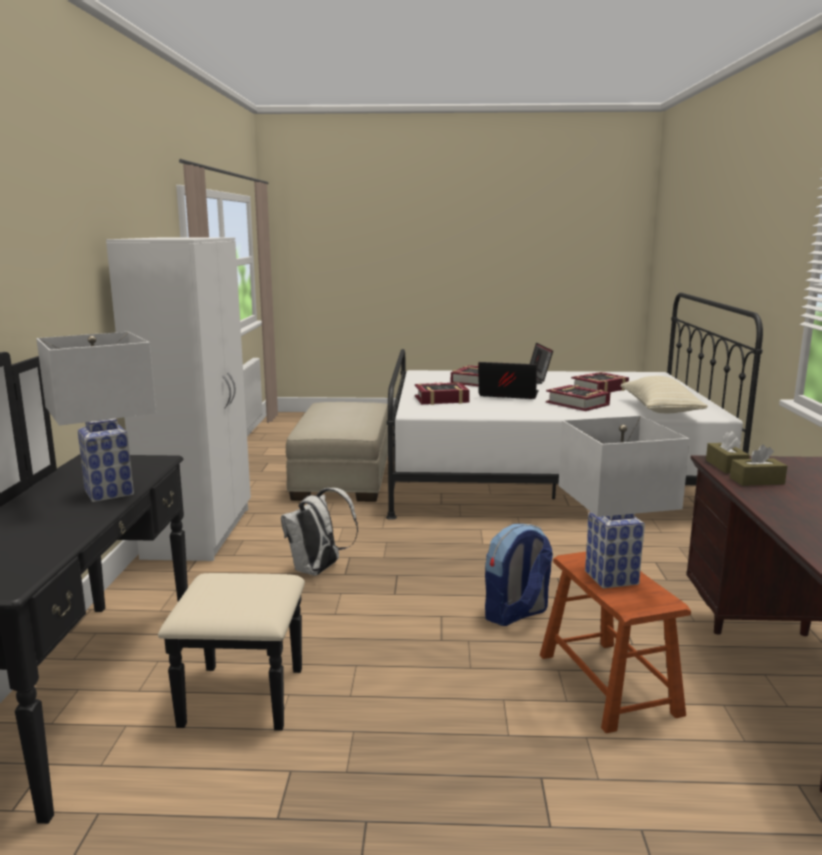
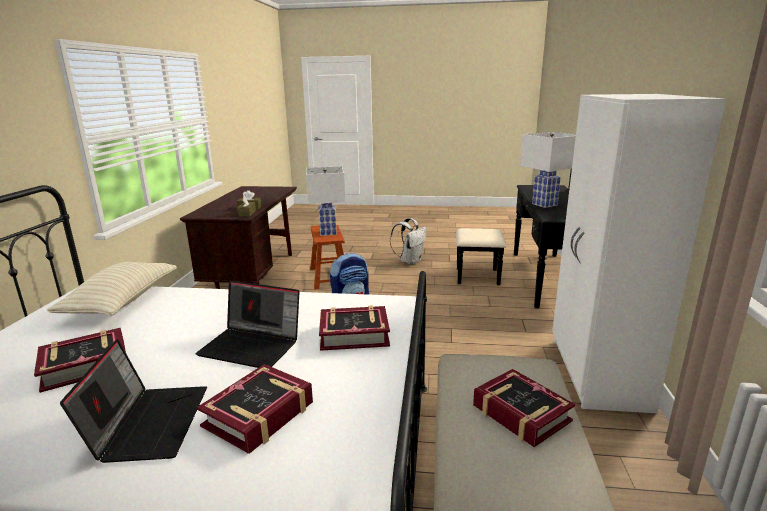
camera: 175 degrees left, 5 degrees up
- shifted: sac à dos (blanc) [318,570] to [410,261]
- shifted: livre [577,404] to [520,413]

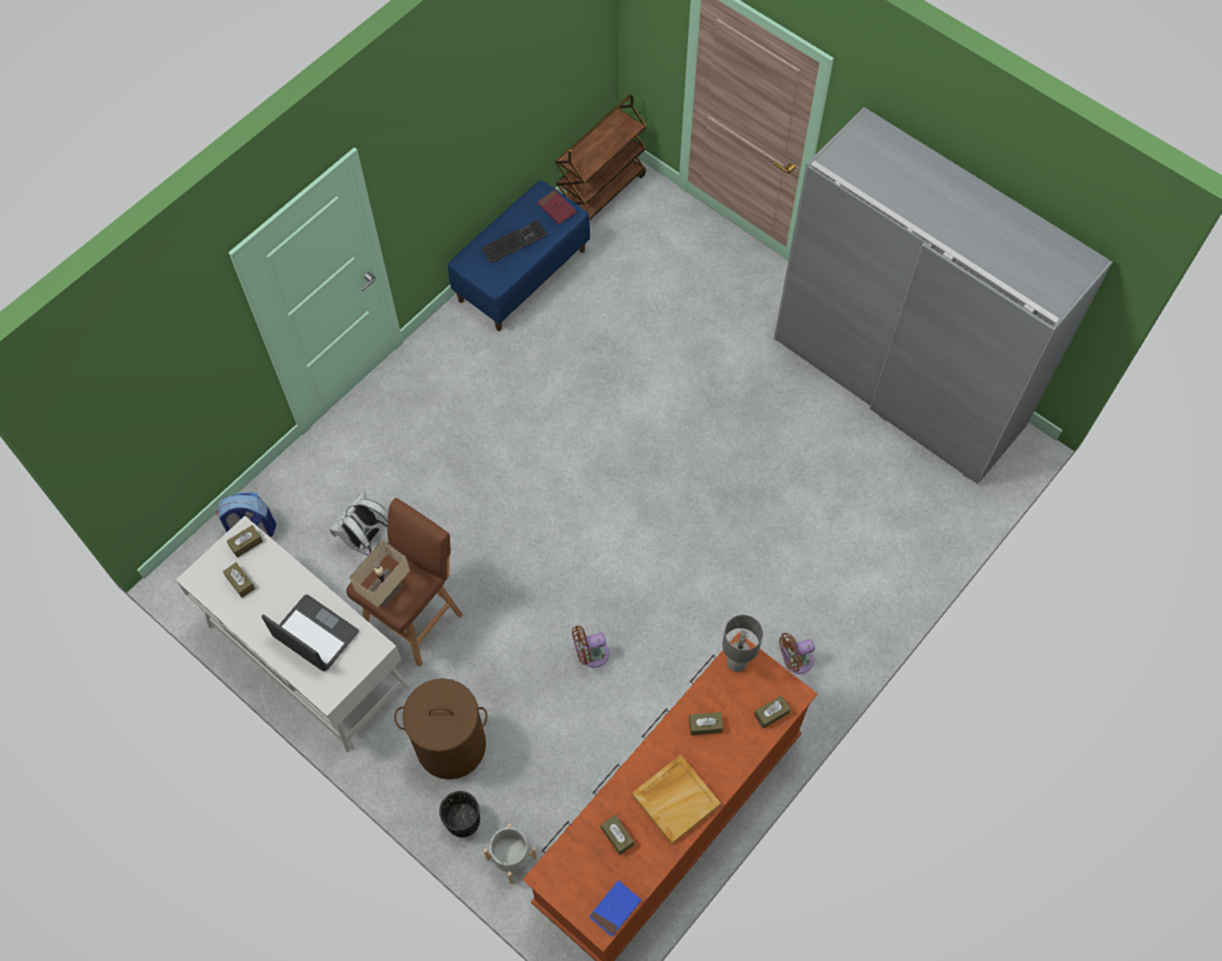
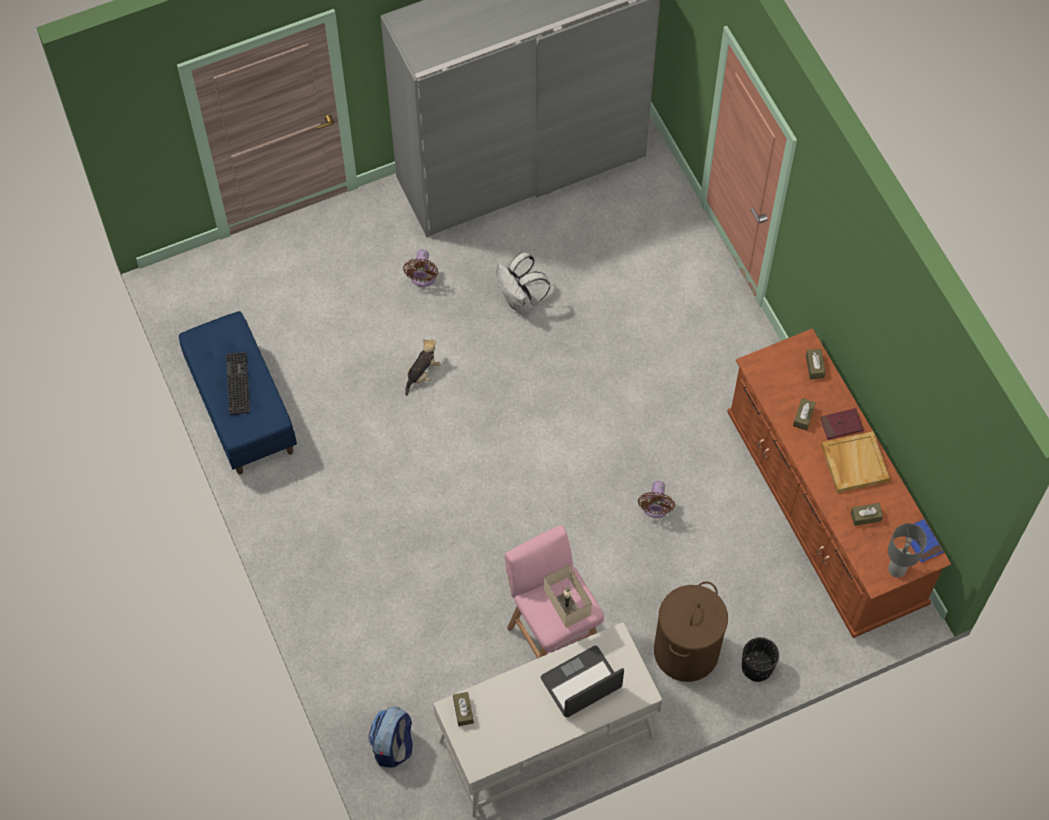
camera: 65 degrees left, 0 degrees up
- gone: boîte à mouchoirs (marron) [240,582]
- shifted: sac à dos (blanc) [365,538] to [520,301]
- repainted: tabouret (marron) [415,617] to tabouret (rose) [552,635]
- gone: cache-pot (gris) [511,858]
- shifted: livre (rouge) [556,208] to [841,425]
- gone: chariot (marron) [601,192]
- shifted: lampe de table (gris) [737,662] to [896,569]
- shifted: ventilateur (marron) [795,661] to [422,278]
- new: peluche [422,374]

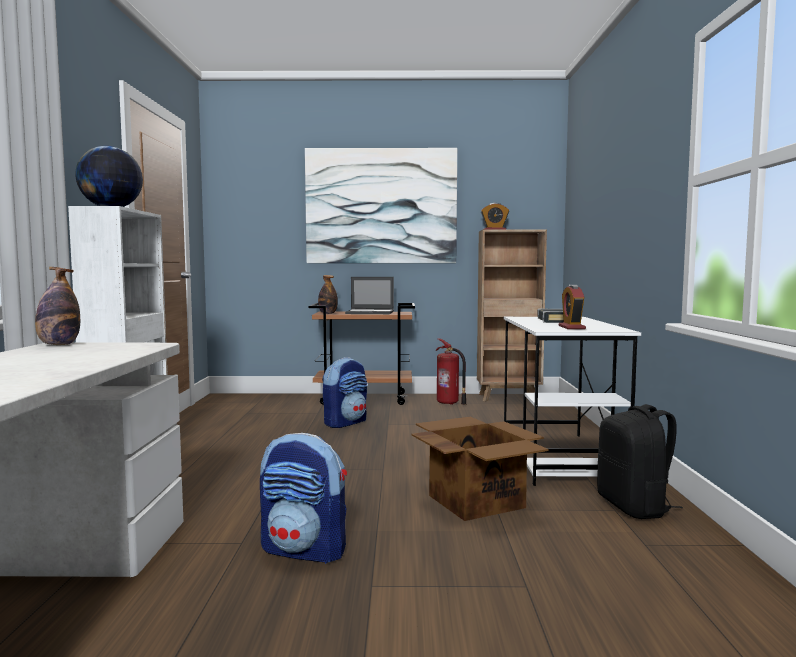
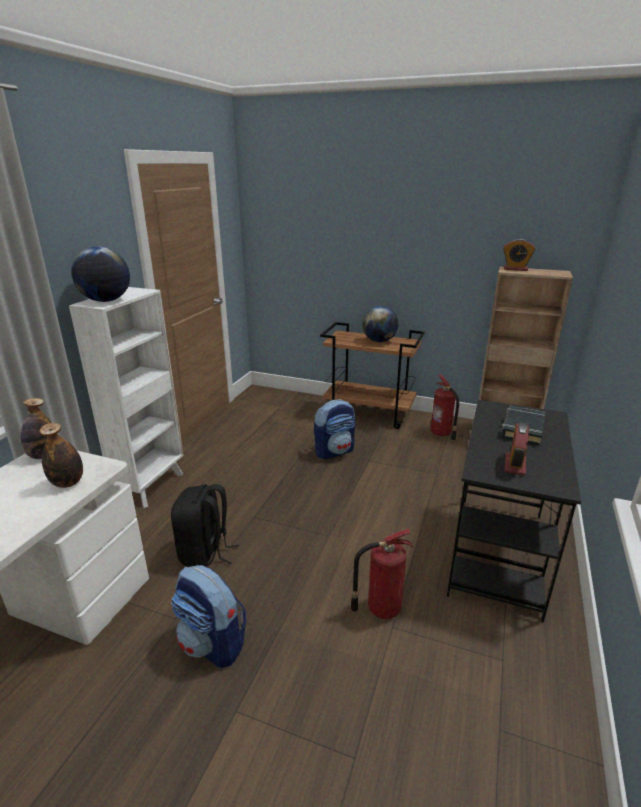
camera: 20 degrees right, 20 degrees up
- gone: tableau [381,206]
- shifted: bouteille [328,313] to [68,483]
- swapped: ordinateur portable [370,312] to globe [379,341]
- swapped: carton [476,501] to extincteur [381,608]
- repainted: bureau (blanc) [559,457] to bureau (noir) [498,553]
- shifted: sac à dos (noir) [635,507] to [205,553]

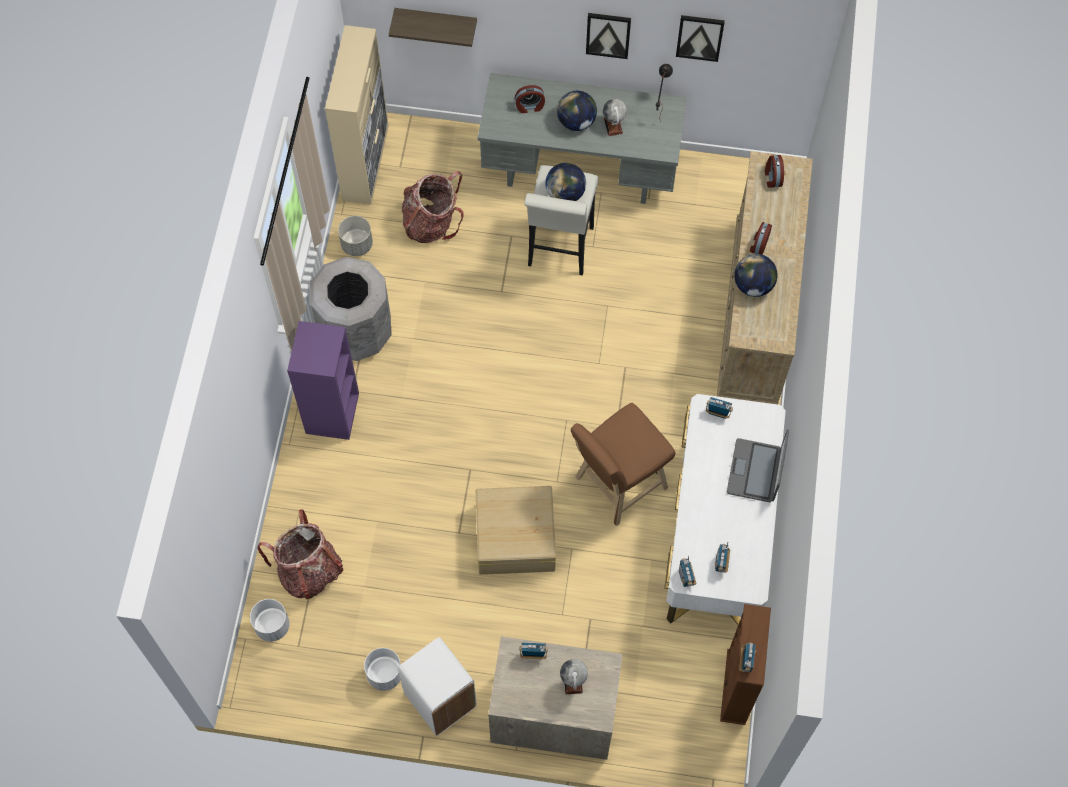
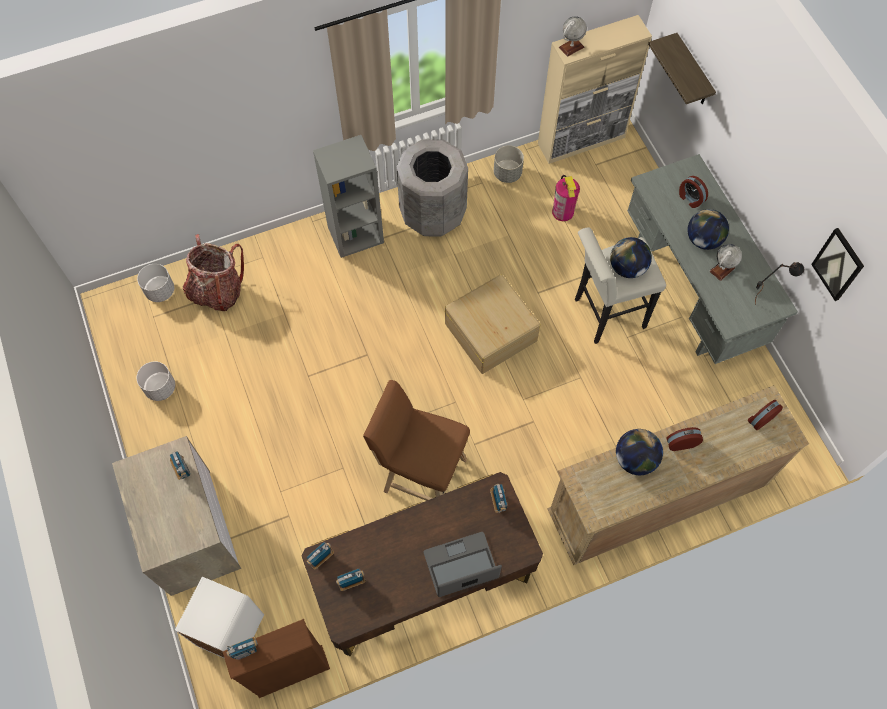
camera: 60 degrees right, 0 degrees up
- repainted: bibliothèque (violet) [332,412] to bibliothèque (gris) [356,234]
- shifted: poubelle (blanc) [440,701] to [230,631]
- swapped: sac à dos [431,223] to extincteur [563,212]
- shifted: boîte de rangement (beige) [514,537] to [490,331]
- shifted: globe [573,681] to [571,47]
- gone: tableau [608,34]
- repainted: bureau (blanc) [717,535] to bureau (marron) [424,580]

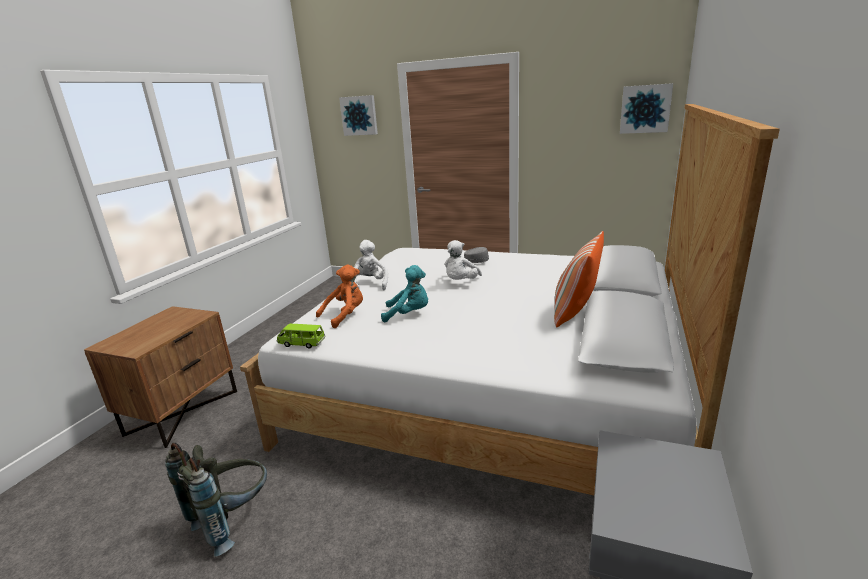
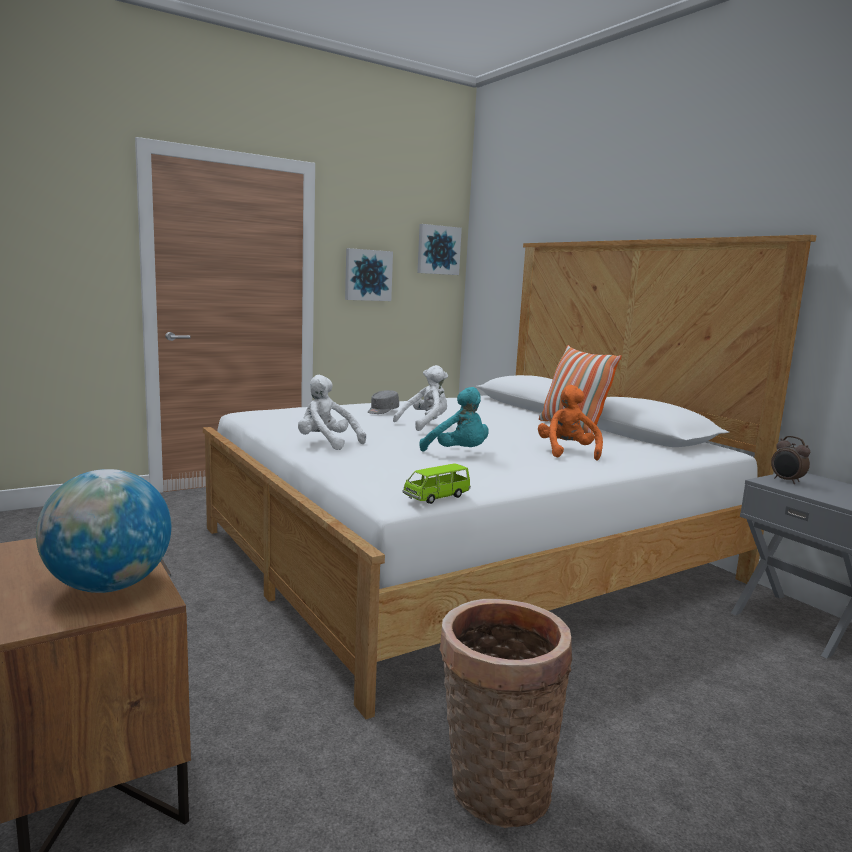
camera: 55 degrees left, 10 degrees down
- swapped: sac à dos (gris) [233,519] to panier [493,787]
- shifted: peluche (orange) [345,315] to [567,452]
- shifted: tableau [359,115] to [367,275]
- rotated: peluche (turquoise) [409,314] = [458,453] 90 degrees clockwise
- rotated: peluche (blanc) [461,282] = [425,424] 105 degrees counterclockwise
- new: globe [109,586]
- new: réveil [786,481]

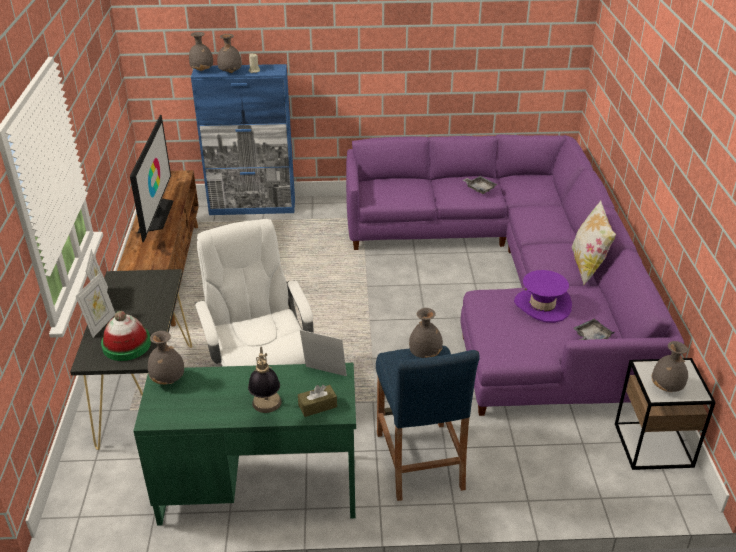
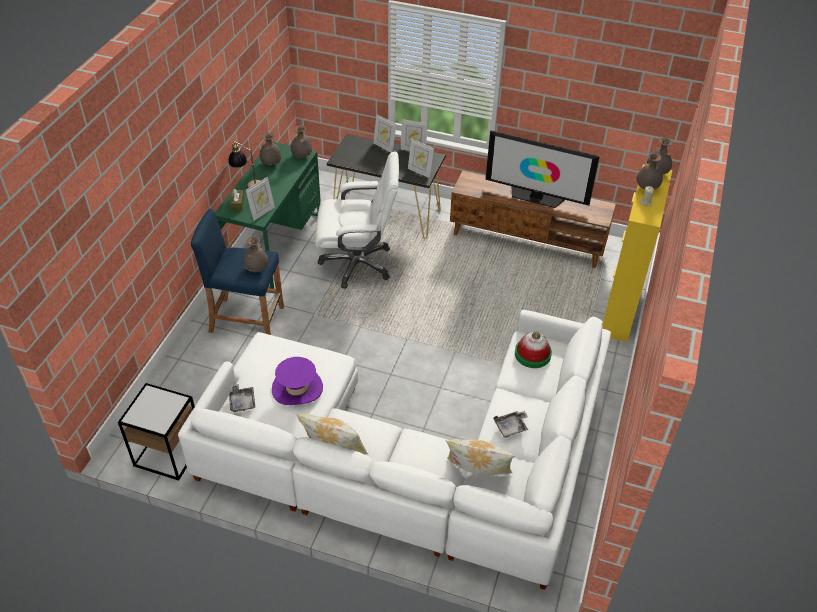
camera: 110 degrees right, 10 degrees up
- shifted: chapeau [126,345] to [532,354]
- repainted: meuble de rangement (bleu) [253,207] to meuble de rangement (jaune) [620,309]
- repainted: canapé (violet) [513,281] to canapé (blanc) [412,460]
- shifted: vase (gris) [667,387] to [270,163]
- new: cadre photo [420,172]
- new: coussin [477,474]

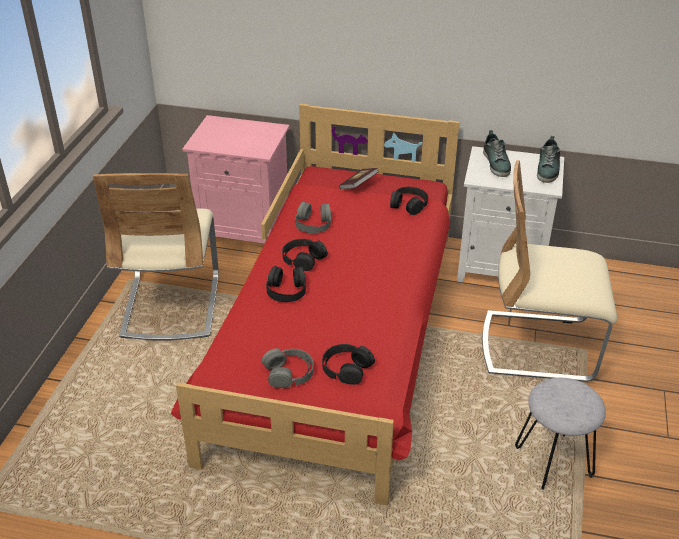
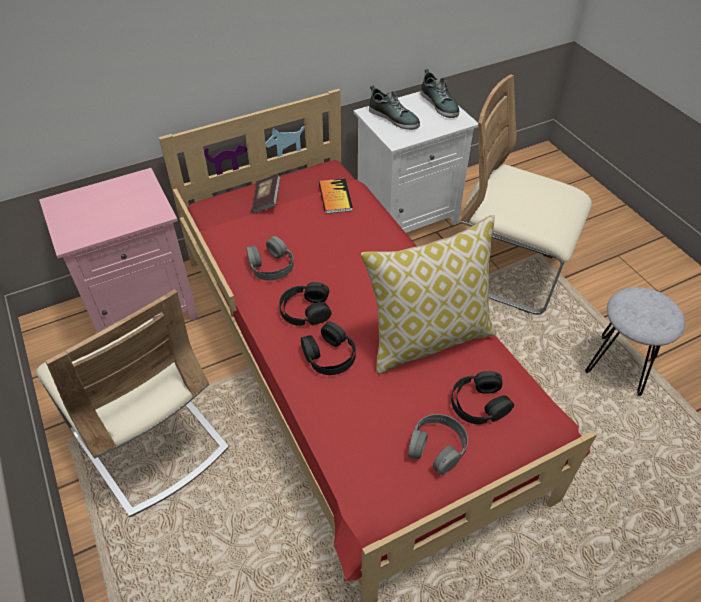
camera: 40 degrees left, 10 degrees up
- swapped: casque audio (noir) [409,204] to livre [335,197]
- rotated: chaise (beige) [538,347] = [507,271] 60 degrees clockwise
- new: coussin [429,337]

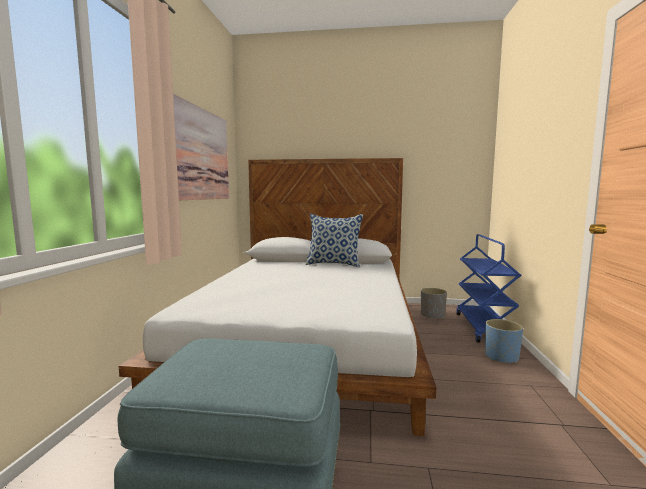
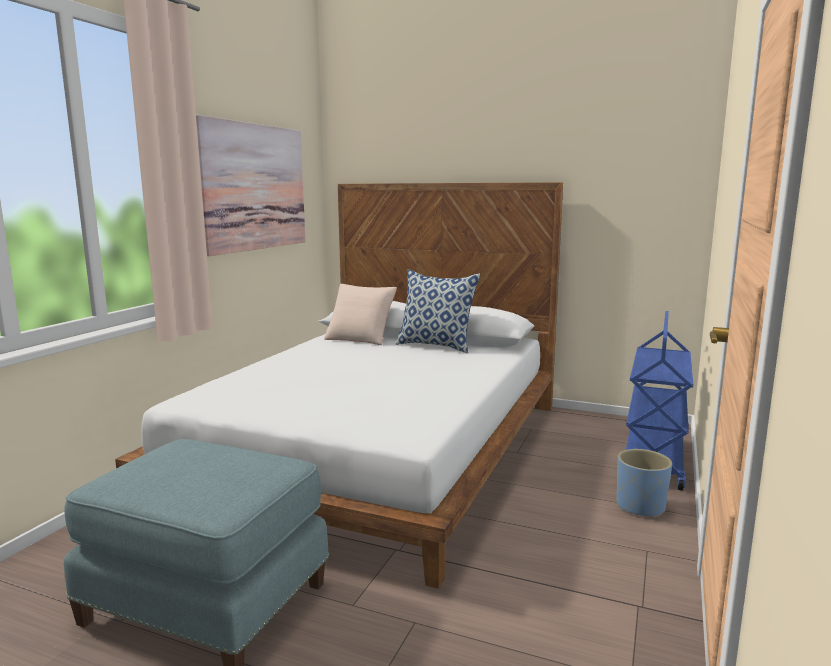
camera: 15 degrees right, 5 degrees up
- gone: cache-pot (gris) [432,315]
- new: coussin (beige) [360,338]

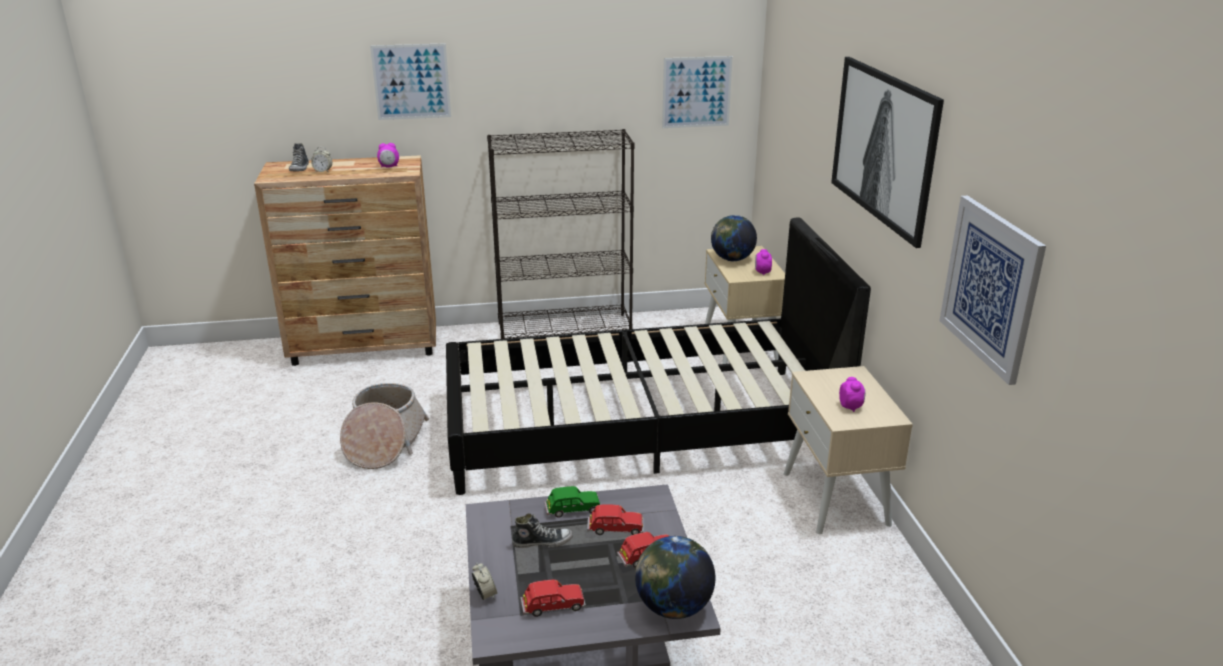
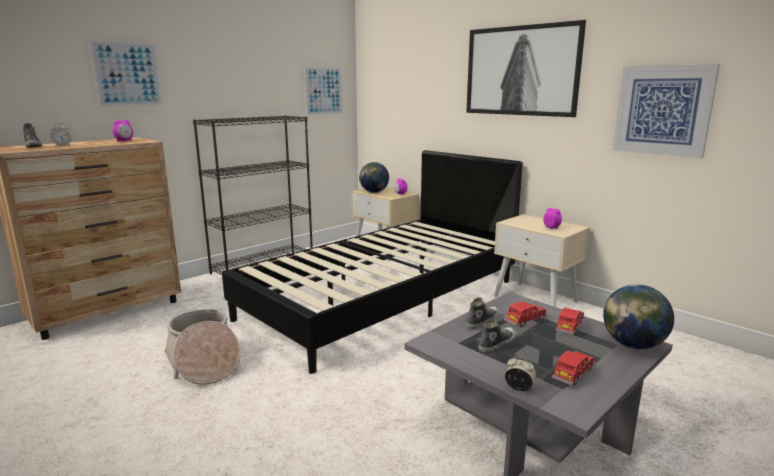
camera: 35 degrees left, 10 degrees down
- swapped: petite voiture (vert) [572,510] to chaussure [481,321]

